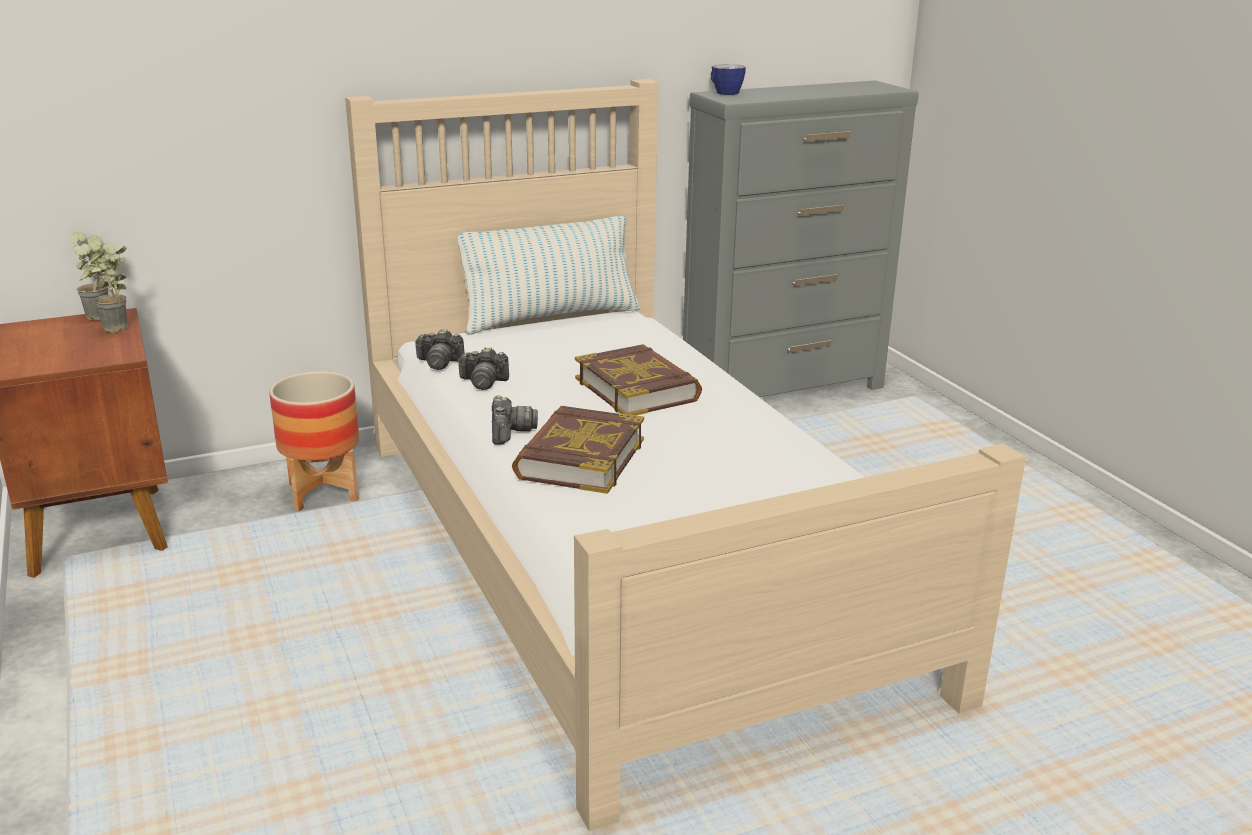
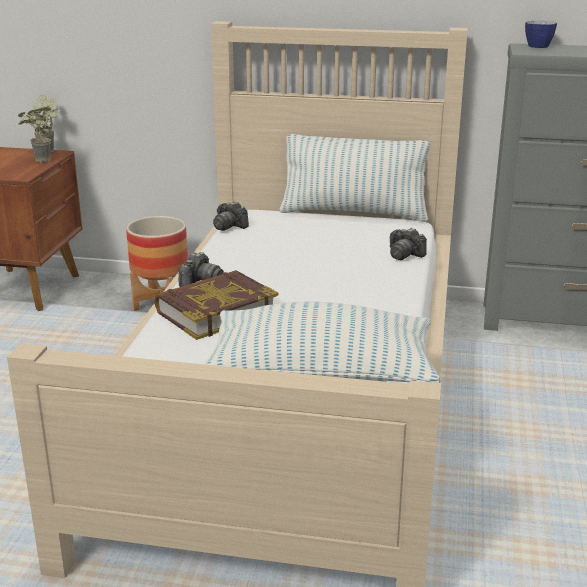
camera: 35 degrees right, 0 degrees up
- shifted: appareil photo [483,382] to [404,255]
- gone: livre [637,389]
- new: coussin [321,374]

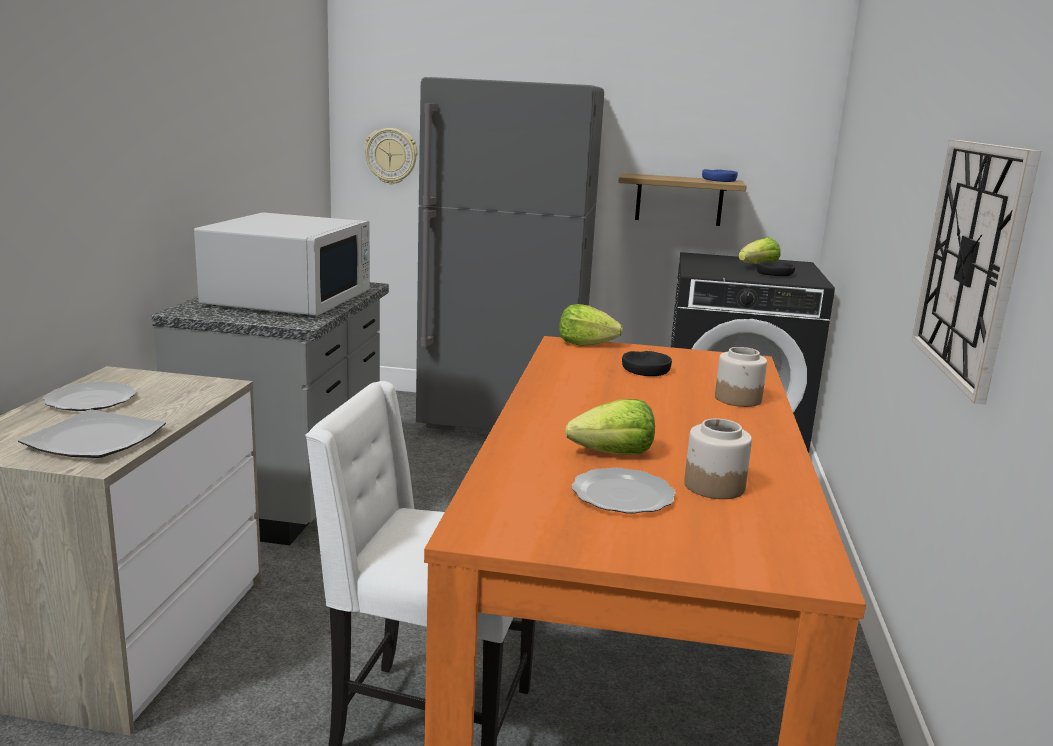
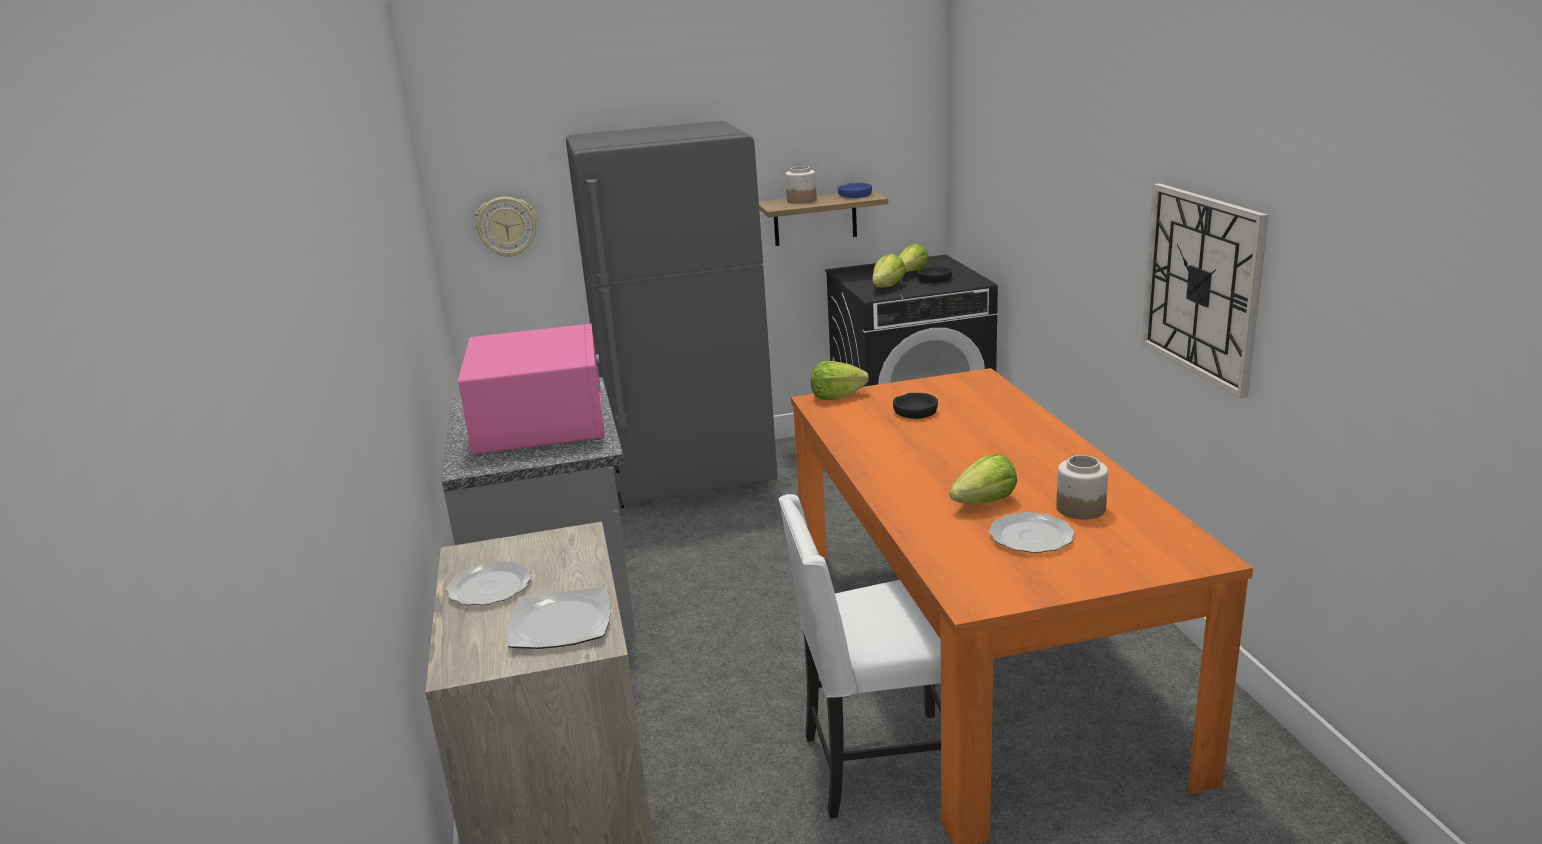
camera: 20 degrees left, 5 degrees up
- repainted: micro-ondes (blanc) [290,298] to micro-ondes (rose) [541,422]
- shifted: bocal [738,399] to [802,200]
- new: laitue [887,287]

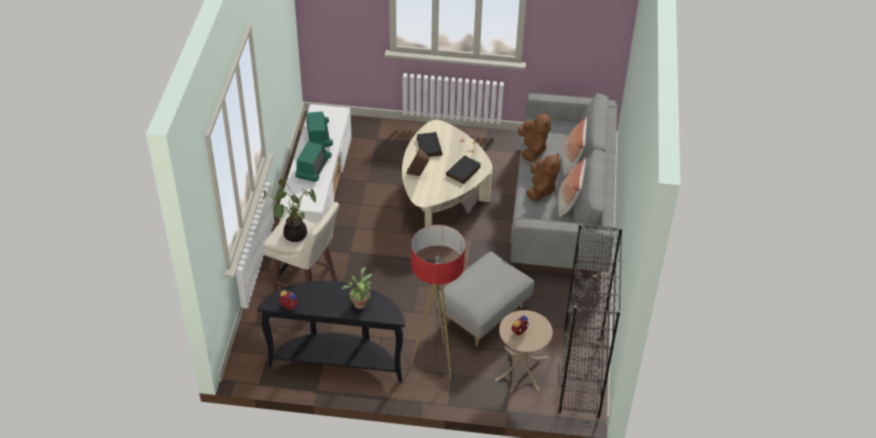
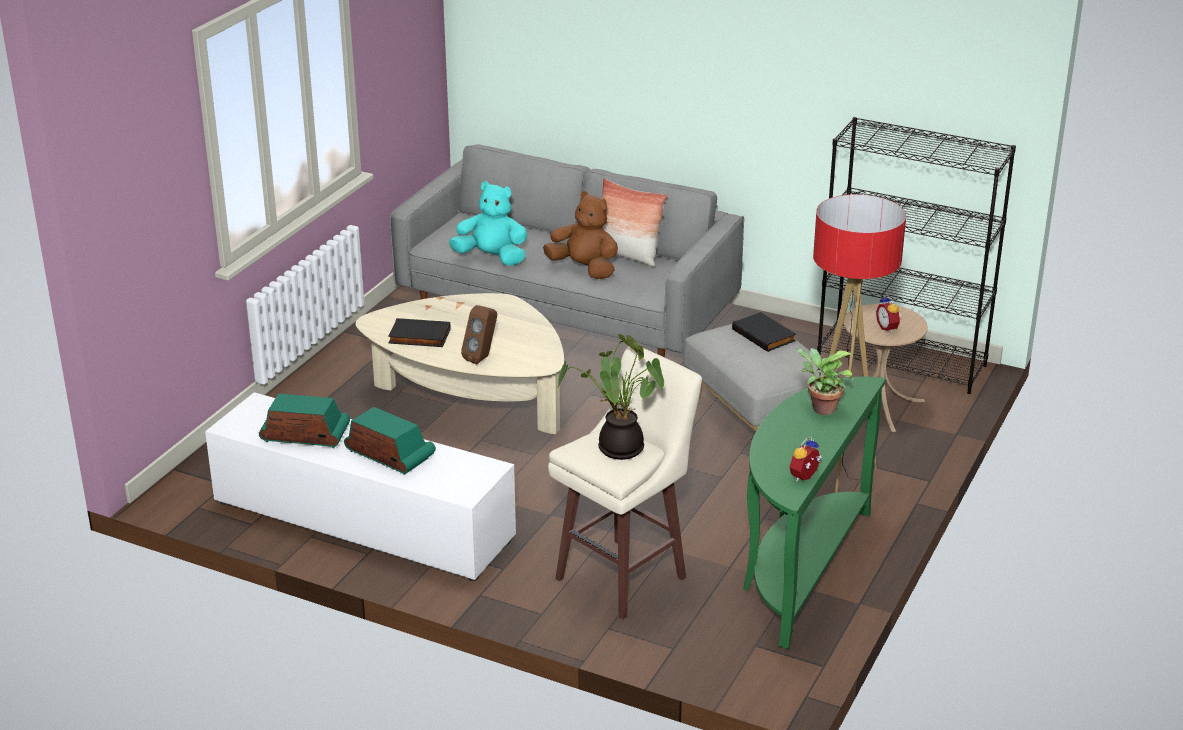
camera: 70 degrees left, 15 degrees down
- repainted: table console (noir) [338,360] to table console (vert) [799,569]
- shifted: livre (noir) [464,171] to [765,335]
- repainted: peluche (marron) [532,149] to peluche (turquoise) [492,258]
- gone: coussin [571,161]

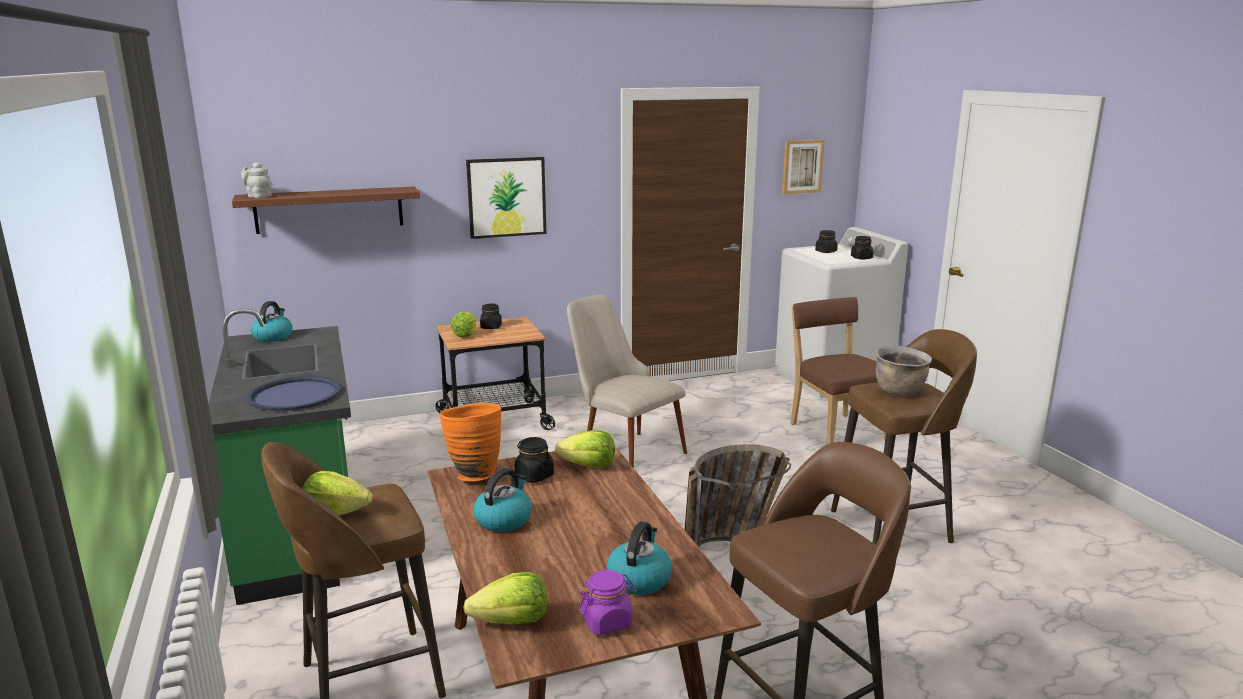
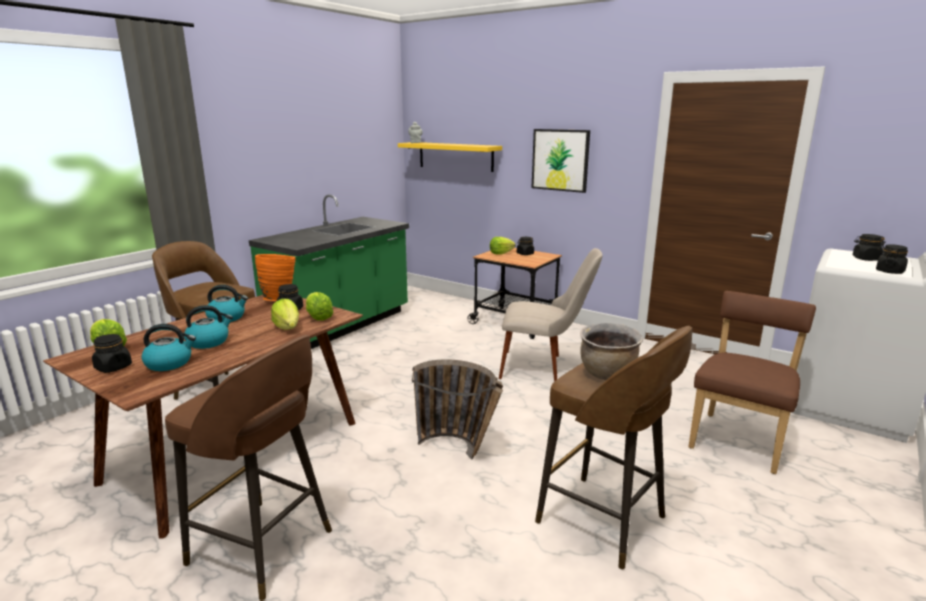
camera: 55 degrees right, 0 degrees up
- repainted: étagère (marron) [329,210] to étagère (jaune) [455,156]
- gone: plateau (bleu) [294,395]
- shifted: bouilloire [273,337] to [209,342]
- shifted: laitue [336,512] to [287,328]
- rotated: chaise (beige) [622,449] = [544,367] 90 degrees clockwise
- repainted: bocal (violet) [607,622] to bocal (noir) [113,367]
- gone: tableau [802,166]

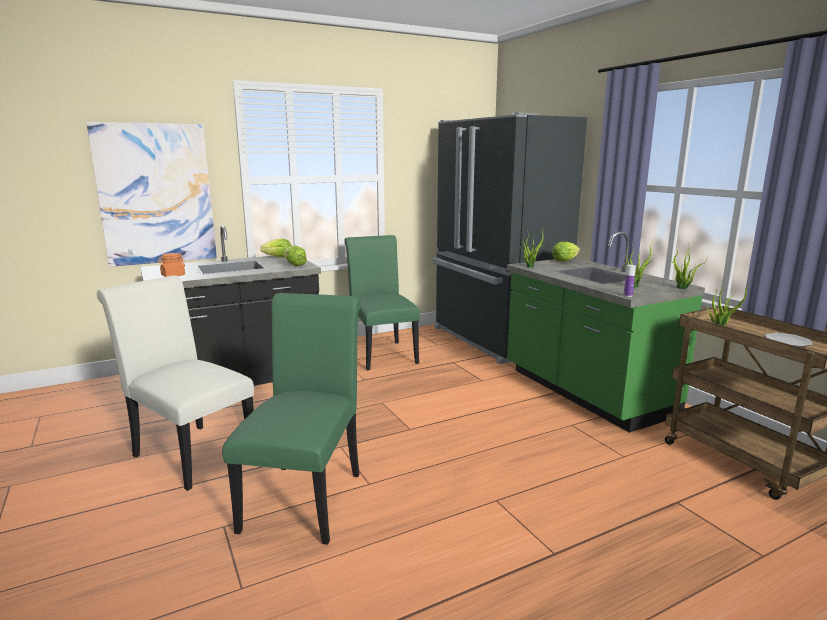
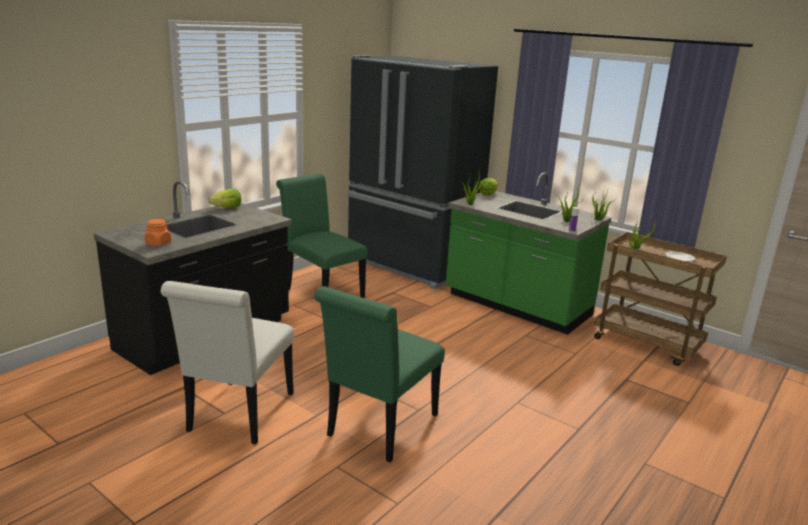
camera: 25 degrees left, 5 degrees up
- gone: tableau [156,194]
- rotated: chaise (blanc) [189,453] = [238,416] 90 degrees counterclockwise
- rotated: chaise (vert) [306,495] = [378,429] 135 degrees counterclockwise
- gone: laitue [294,265]

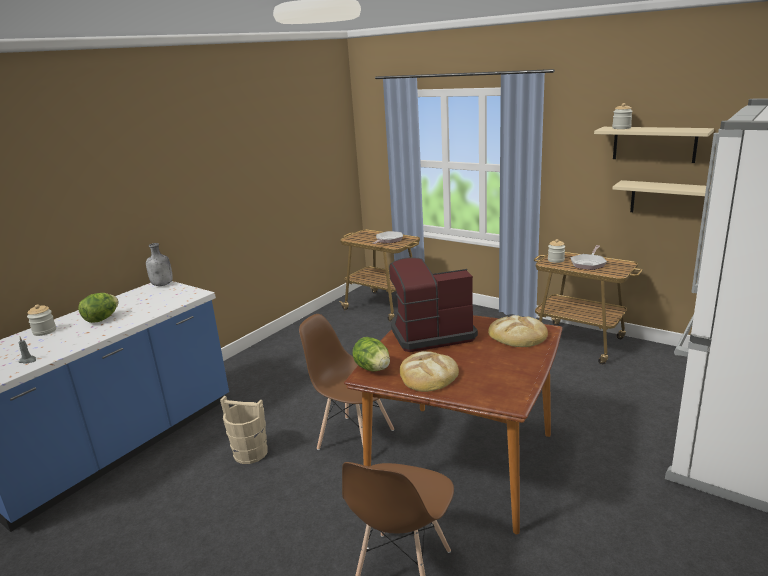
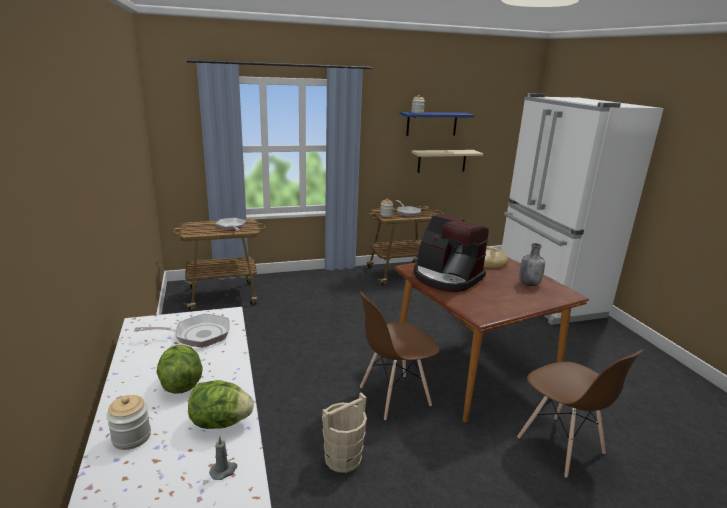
camera: 55 degrees left, 0 degrees up
- shifted: bouteille (gris) [163,284] to [529,284]
- shifted: laitue [373,368] to [220,422]
- rotated: machine à café [430,333] = [446,277] 75 degrees counterclockwise
- gone: pain [428,375]
- repainted: étagère (beige) [654,144] to étagère (bleu) [431,123]
- new: poêle [197,335]

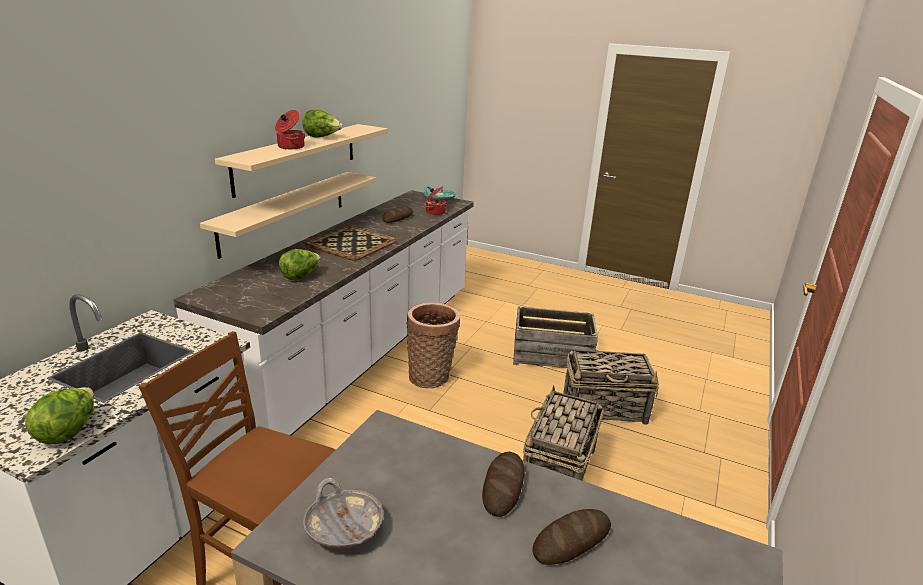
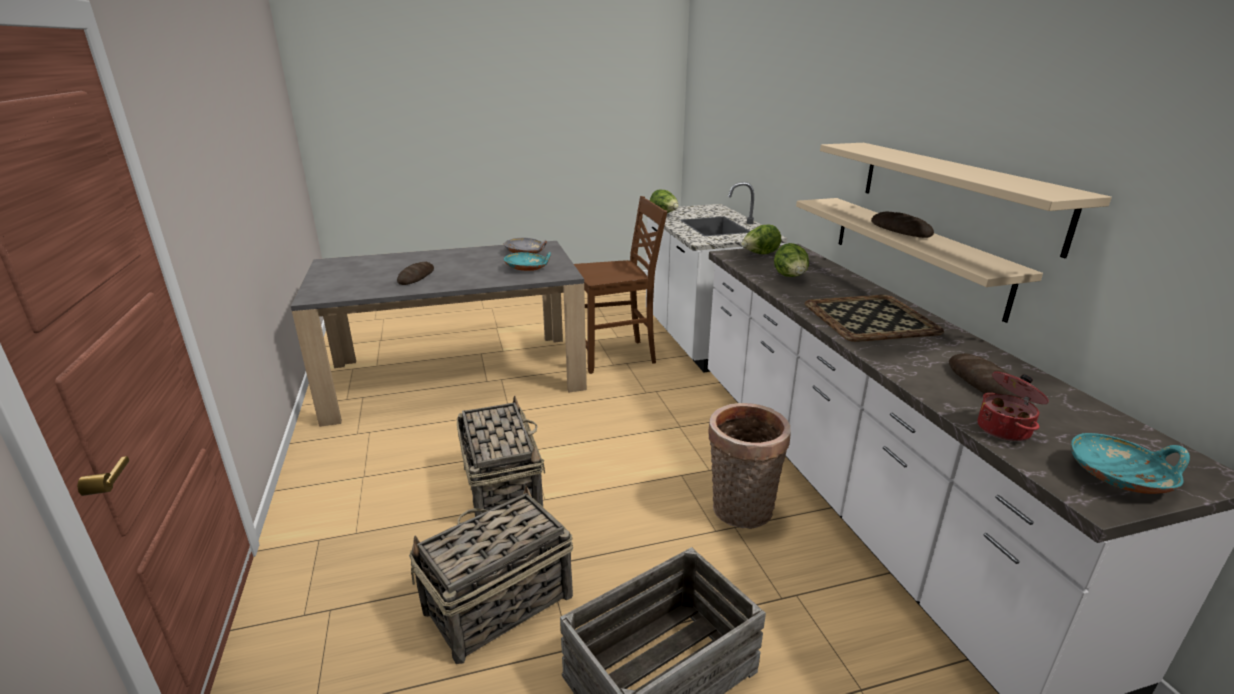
camera: 140 degrees right, 0 degrees up
- gone: marmite [290,147]
- shifted: laitue [322,137] to [759,254]
- shifted: pain [503,486] to [900,230]
- new: bol (turquoise) [527,268]

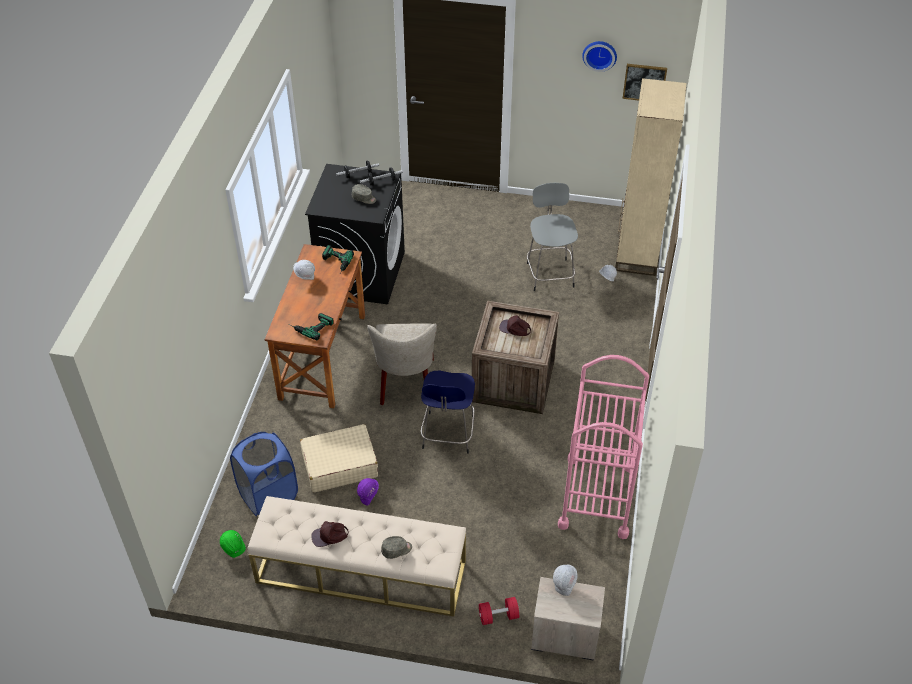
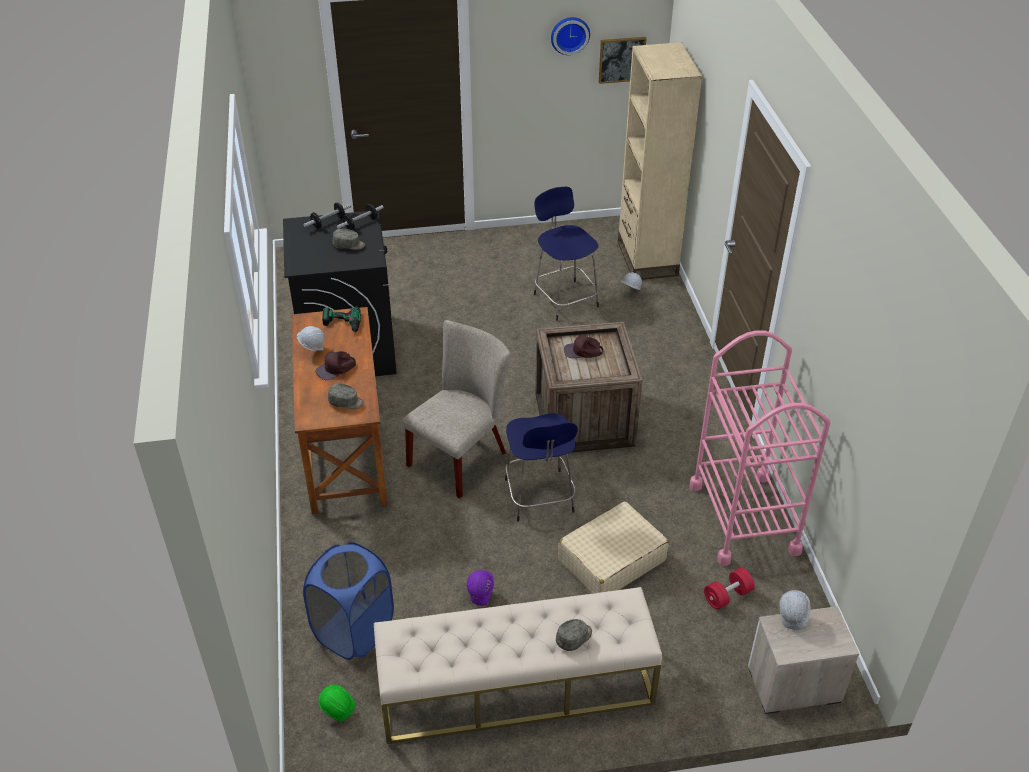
camera: 20 degrees left, 5 degrees down
- swapped: perceuse [310,326] to casquette (gris) [346,402]
- shifted: valise (beige) [339,465] to [611,560]
- shifted: casquette (marron) [330,536] to [336,368]
- rotated: chaise (beige) [406,385] = [462,456] 120 degrees counterclockwise
- shifted: haltère (rouge) [498,616] to [727,596]
- repainted: tabouret (gris) [550,273] to tabouret (bleu) [564,299]

